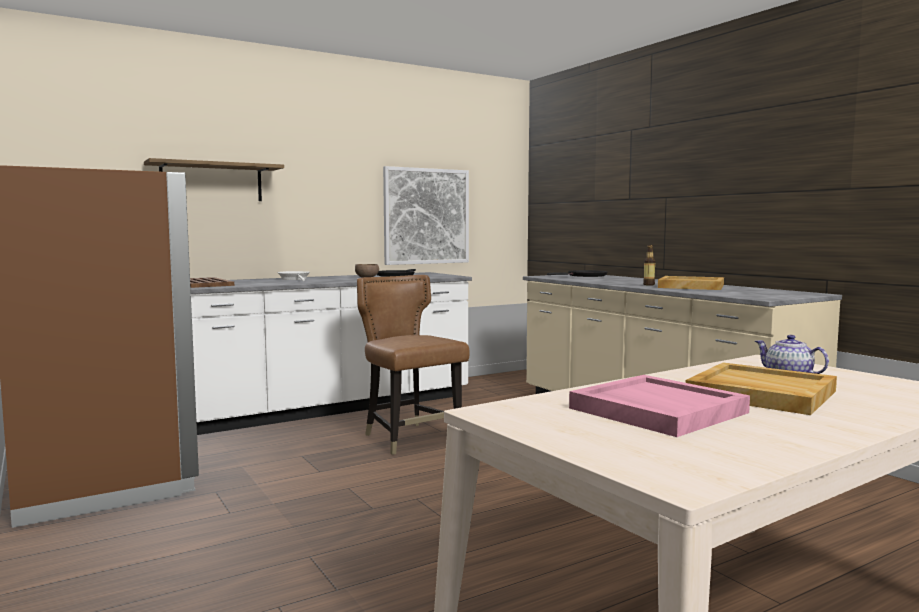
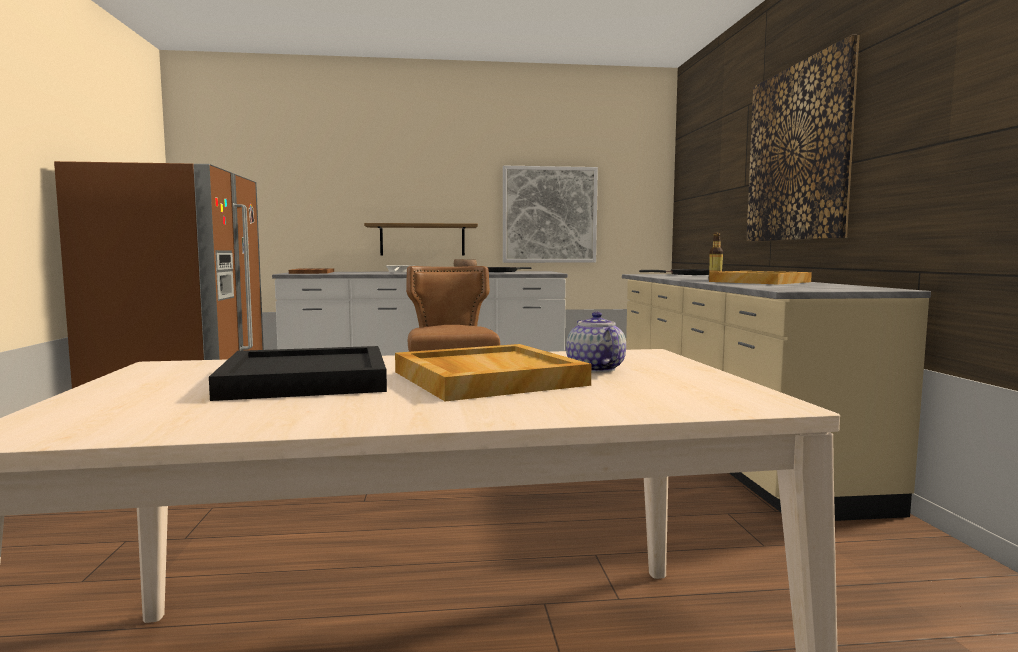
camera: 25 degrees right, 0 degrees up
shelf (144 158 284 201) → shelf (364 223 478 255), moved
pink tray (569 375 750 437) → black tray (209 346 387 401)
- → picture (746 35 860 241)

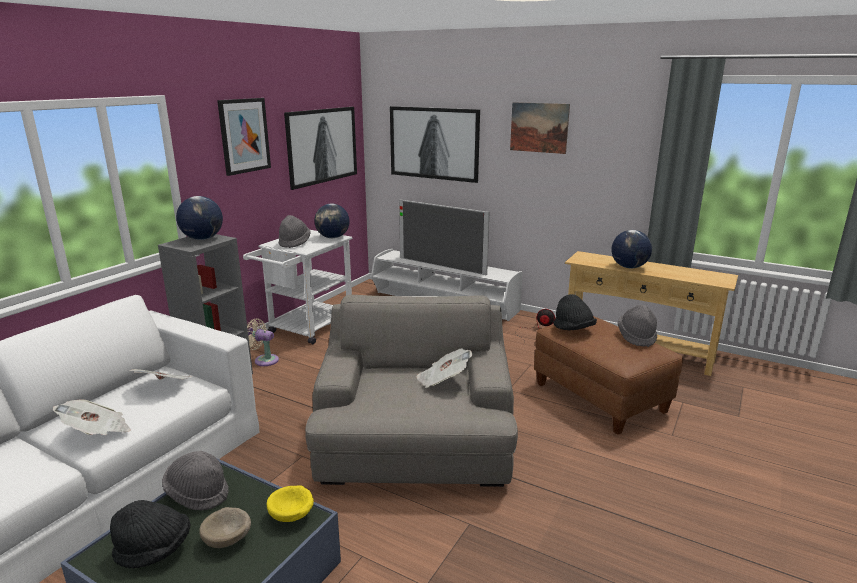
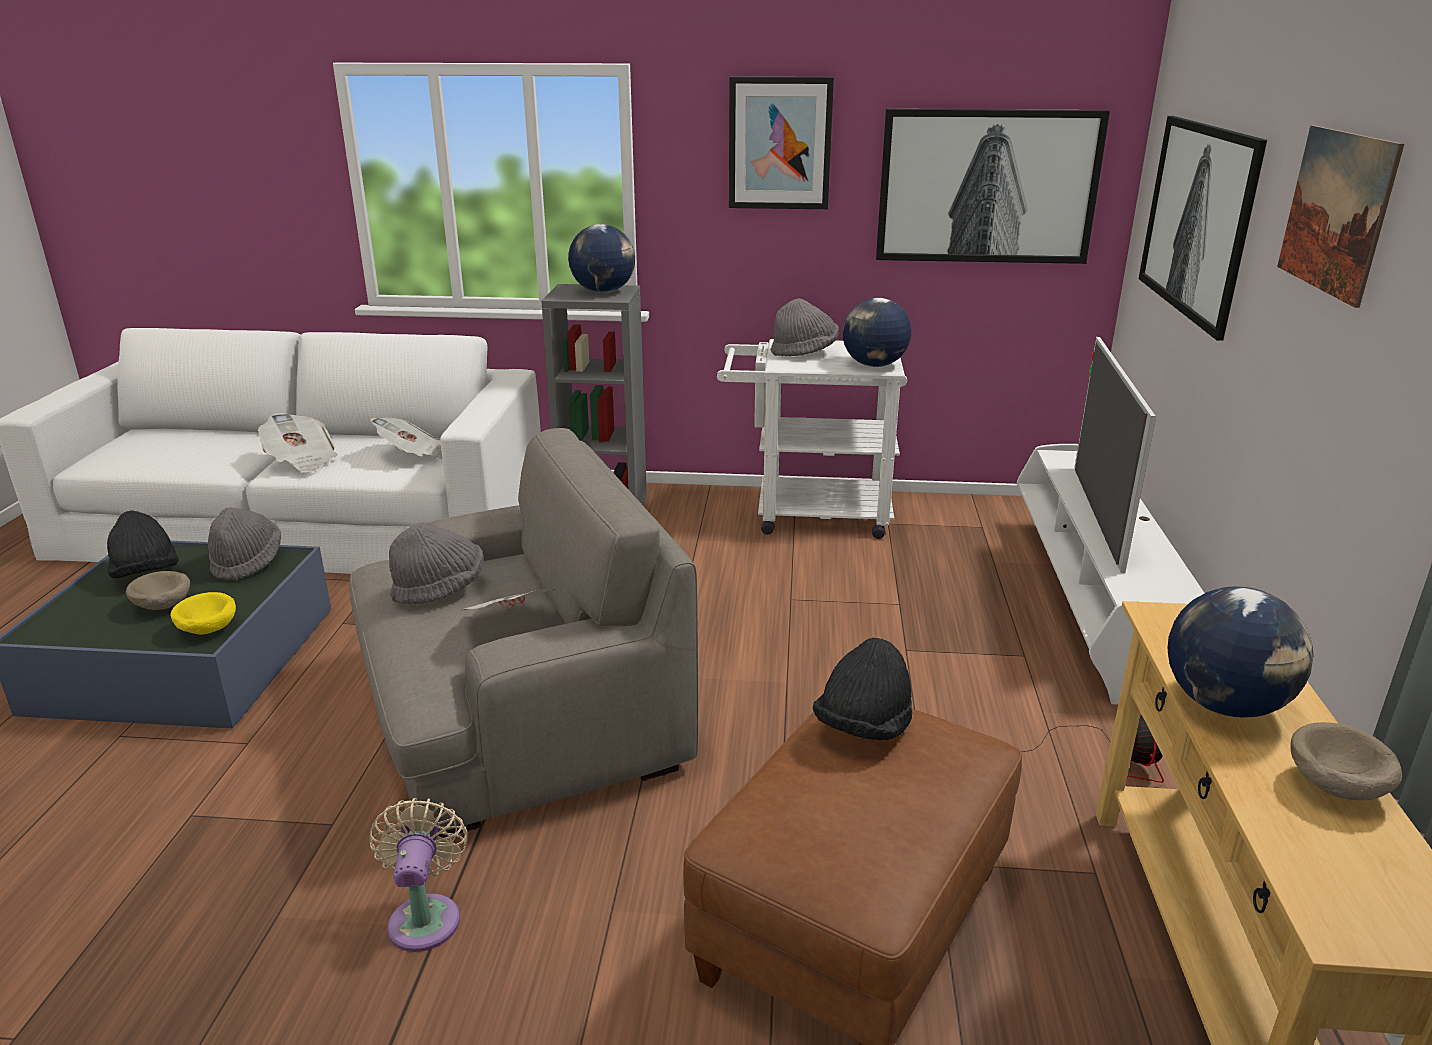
camera: 65 degrees right, 5 degrees up
grey hat (618 305 657 347) → grey hat (389 522 484 604), moved
beige fan (247 318 279 366) → beige fan (369 798 467 952), moved
- → beige bowl (1290 722 1402 800)

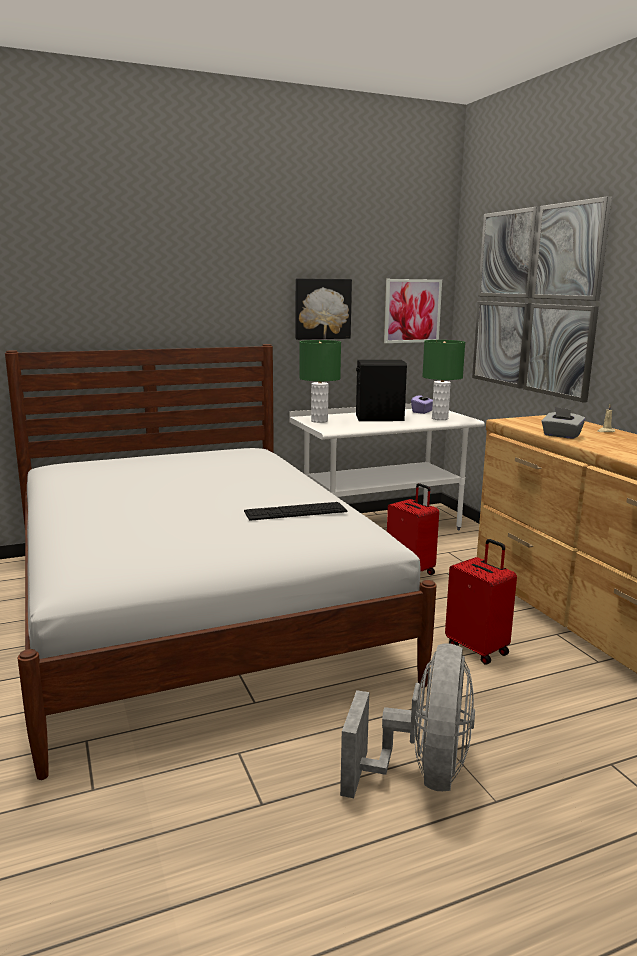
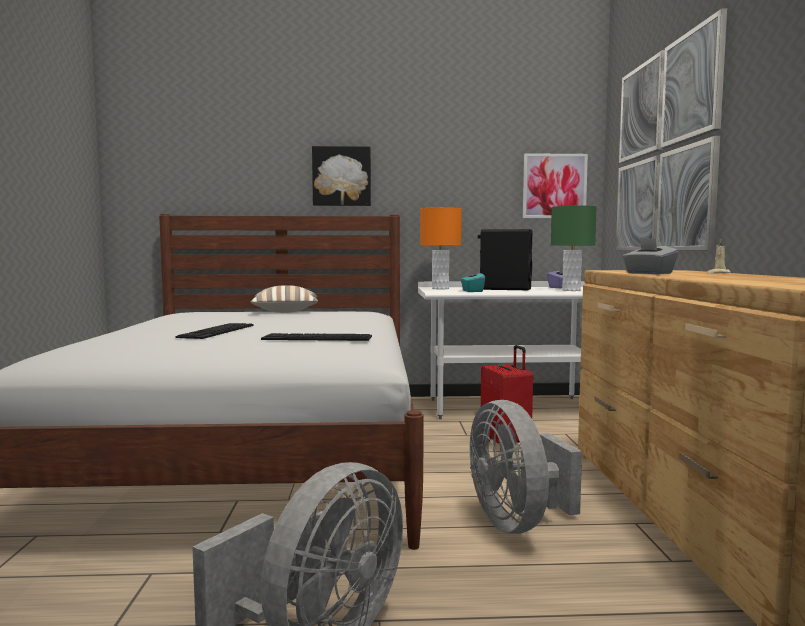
camera: 20 degrees right, 10 degrees down
picture (296 278 352 340) → picture (312 146 371 206), moved
green table lamp (299 340 341 423) → orange table lamp (420 207 462 289)
red suitcase (445 539 517 664) → grey fan (470 400 582 534)
- → turquoise tissue box (461 268 485 292)
- → pillow (251 285 318 313)
- → keyboard (175 323 253 339)

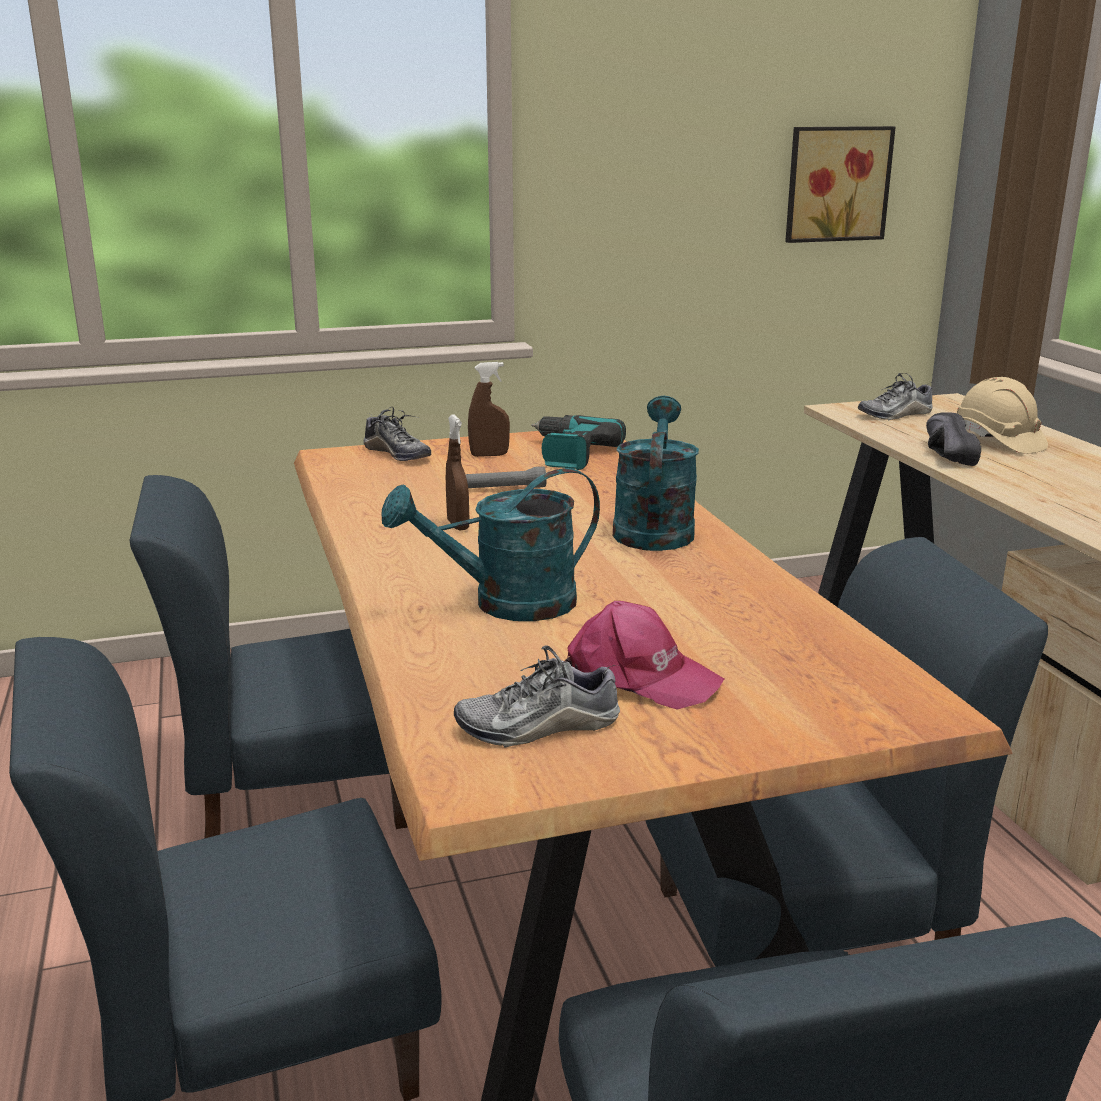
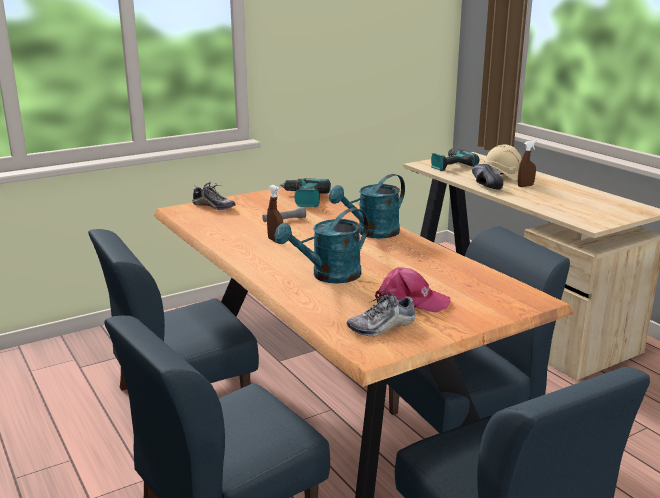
camera: 15 degrees left, 0 degrees up
picture (785 126 896 243) → -
brown spray bottle (468 362 510 457) → brown spray bottle (518 140 537 187), moved
shoe (858 373 934 421) → power drill (431 149 479 171)
turquoise watering can (613 396 699 551) → turquoise watering can (329 174 405 239), 120 degrees counterclockwise

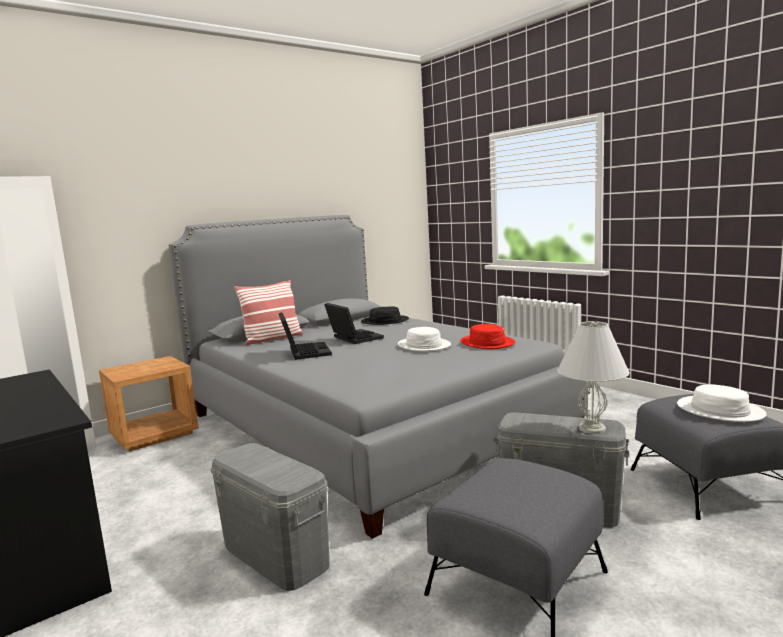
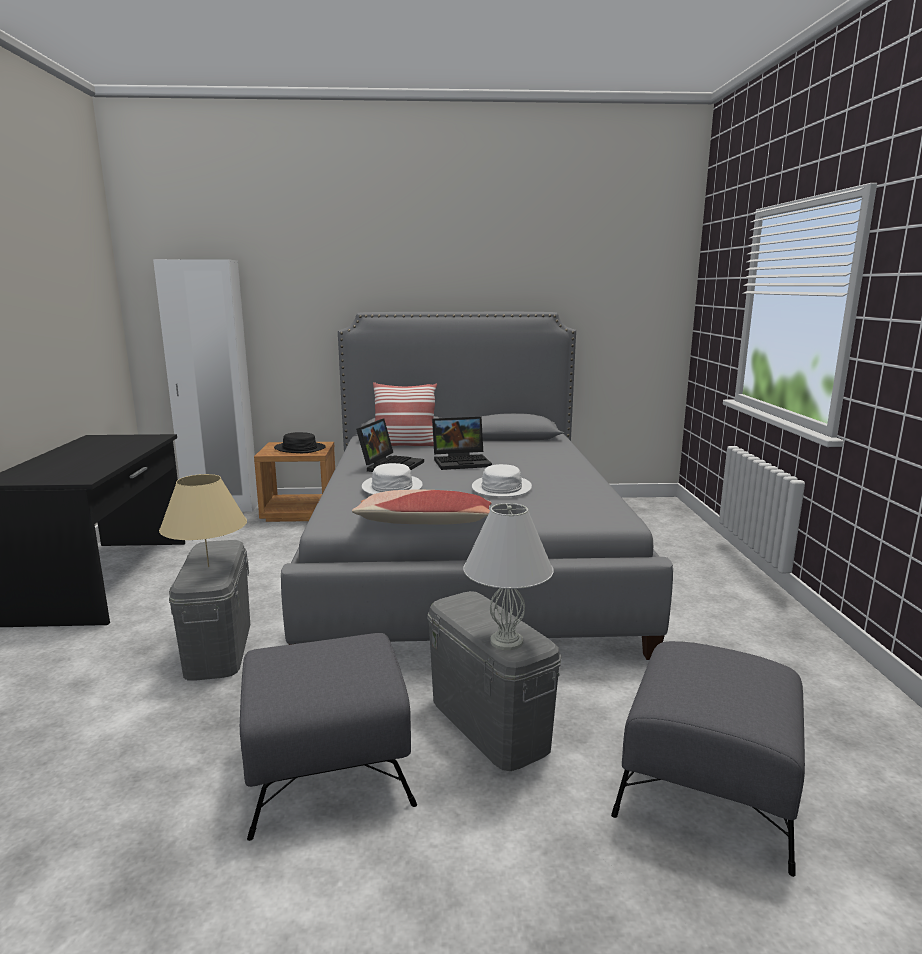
camera: 35 degrees right, 5 degrees up
laptop (324 303 384 344) → laptop (432 417 492 470), 75 degrees clockwise
black hat (361 306 409 325) → black hat (274 432 326 453), moved
red hat (460 324 515 349) → -
white hat (677 384 767 422) → white hat (362 463 423 495), moved
- → beige table lamp (159 474 247 567)
- → pillow (352 490 492 525)

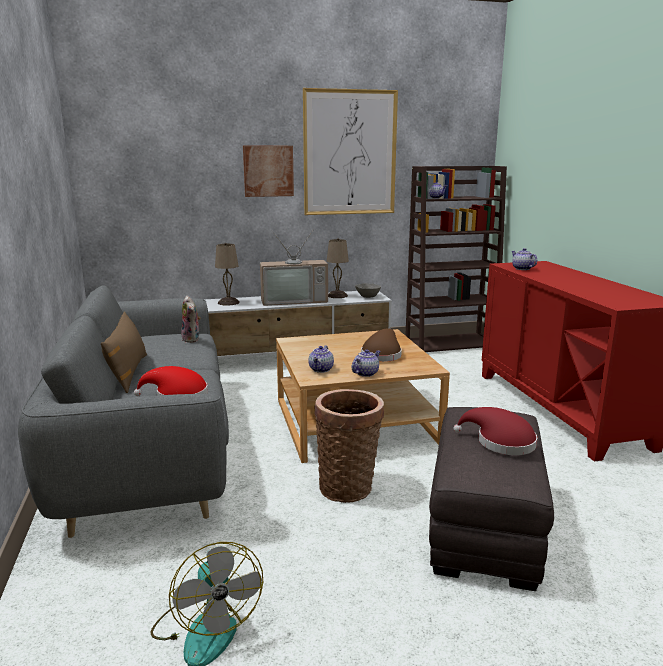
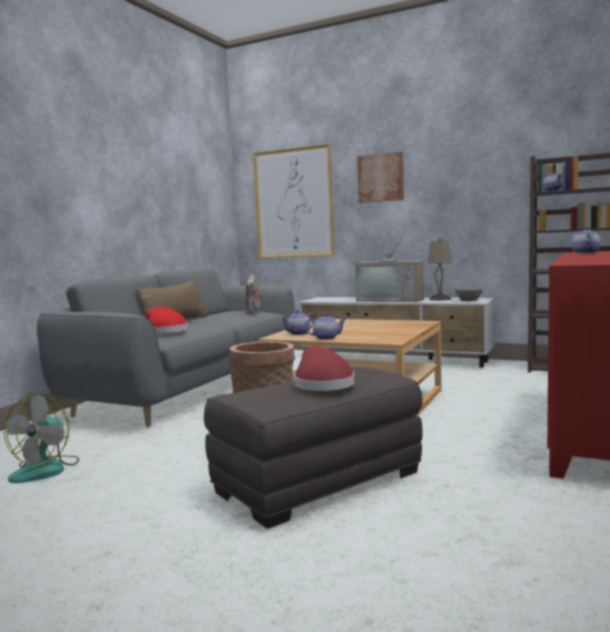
camera: 40 degrees right, 10 degrees down
picture (303 88 398 215) → picture (253 144 335 258), moved
beige table lamp (215 243 240 306) → -
brown hat (361 328 402 362) → -

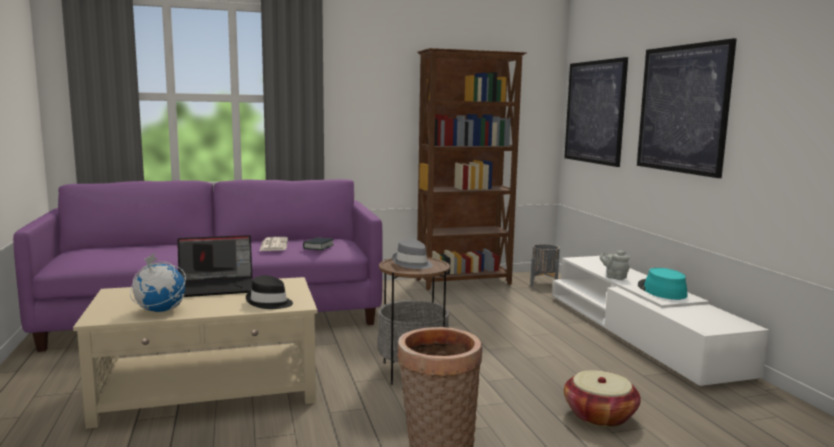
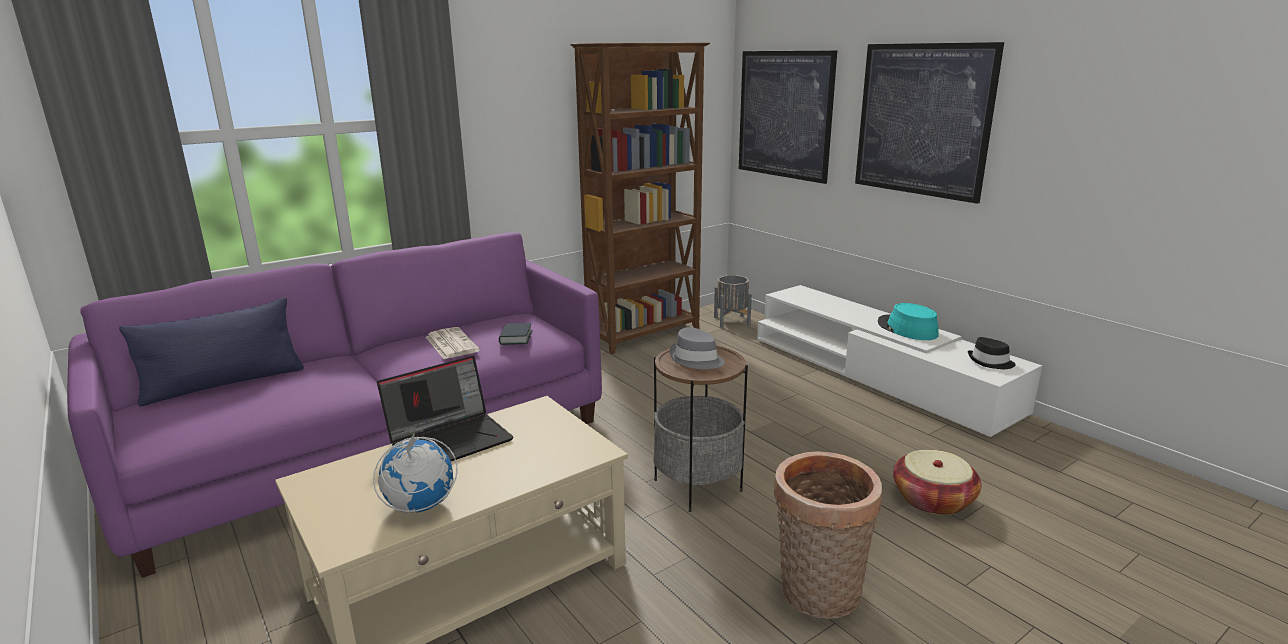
camera: 20 degrees left, 10 degrees up
grey teapot (600 250 630 280) → -
black hat (246 275 293 309) → black hat (968 337 1016 369), moved
- → blue pillow (119 297 304 407)

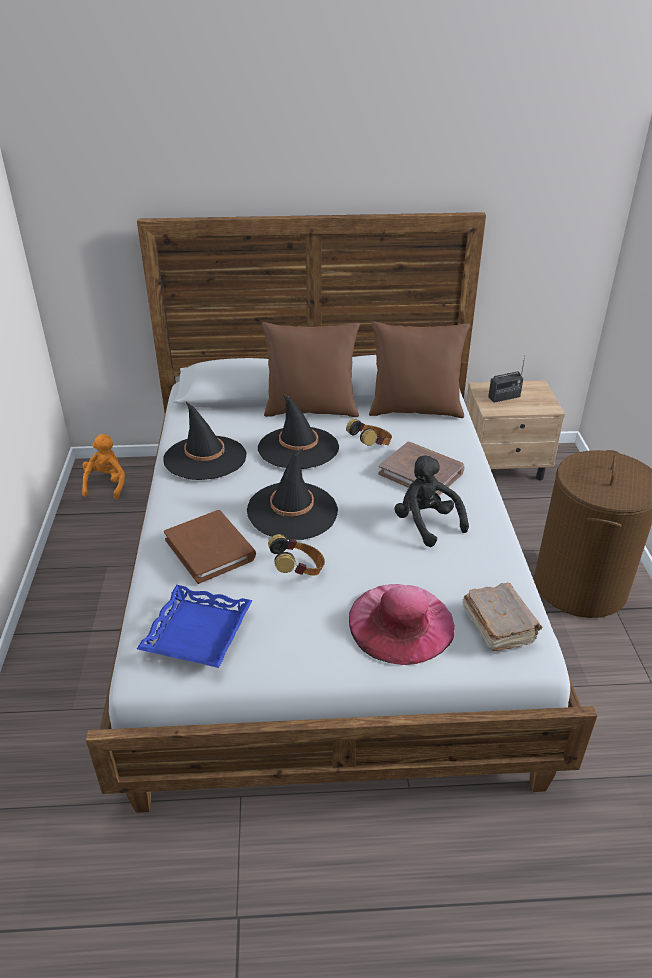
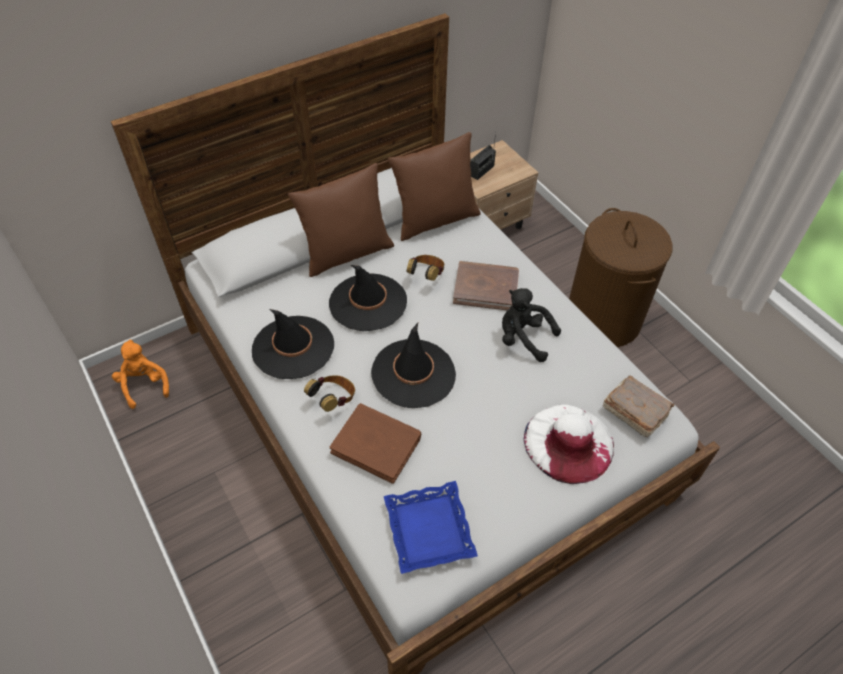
camera: 30 degrees left, 15 degrees up
headphones (268 534 325 576) → headphones (304 375 355 412), moved
pink hat (349 584 455 665) → white hat (524 405 614 484)

